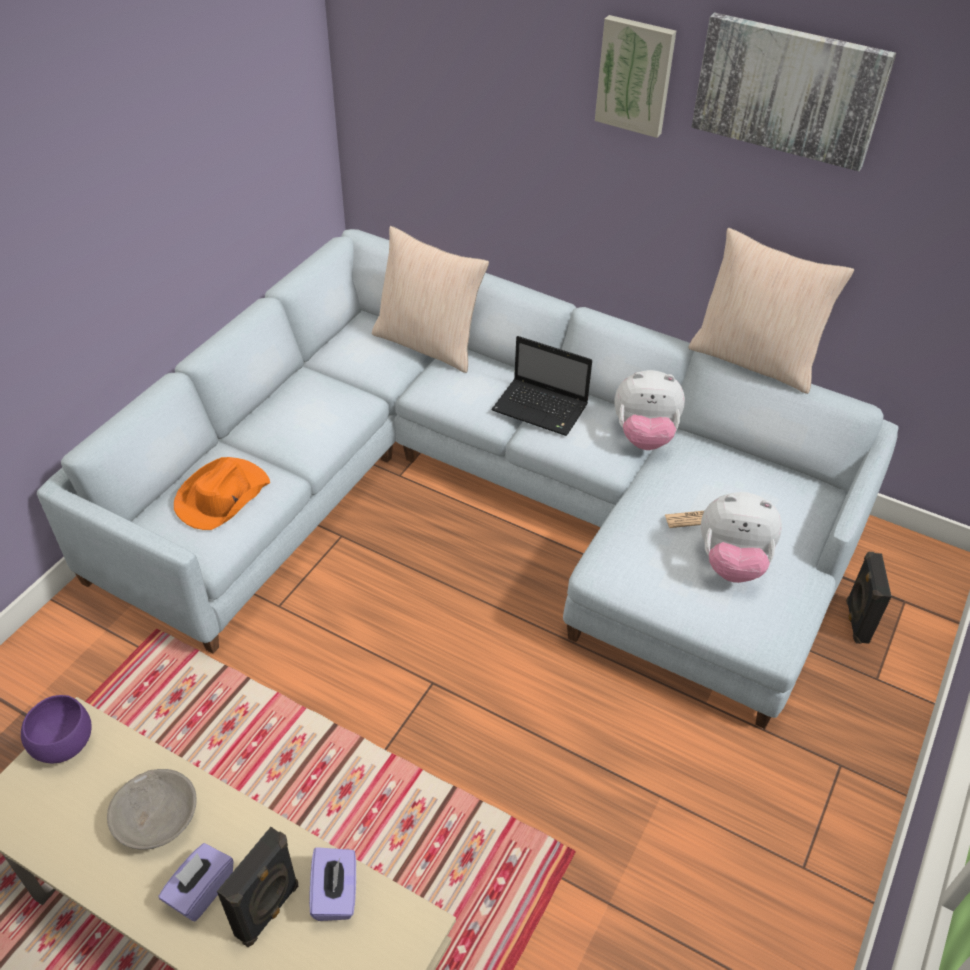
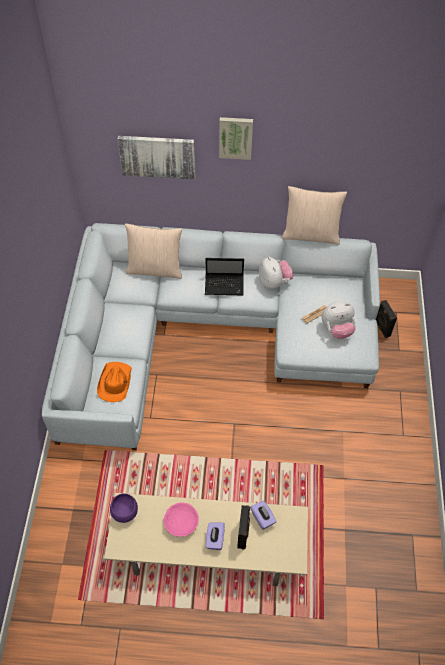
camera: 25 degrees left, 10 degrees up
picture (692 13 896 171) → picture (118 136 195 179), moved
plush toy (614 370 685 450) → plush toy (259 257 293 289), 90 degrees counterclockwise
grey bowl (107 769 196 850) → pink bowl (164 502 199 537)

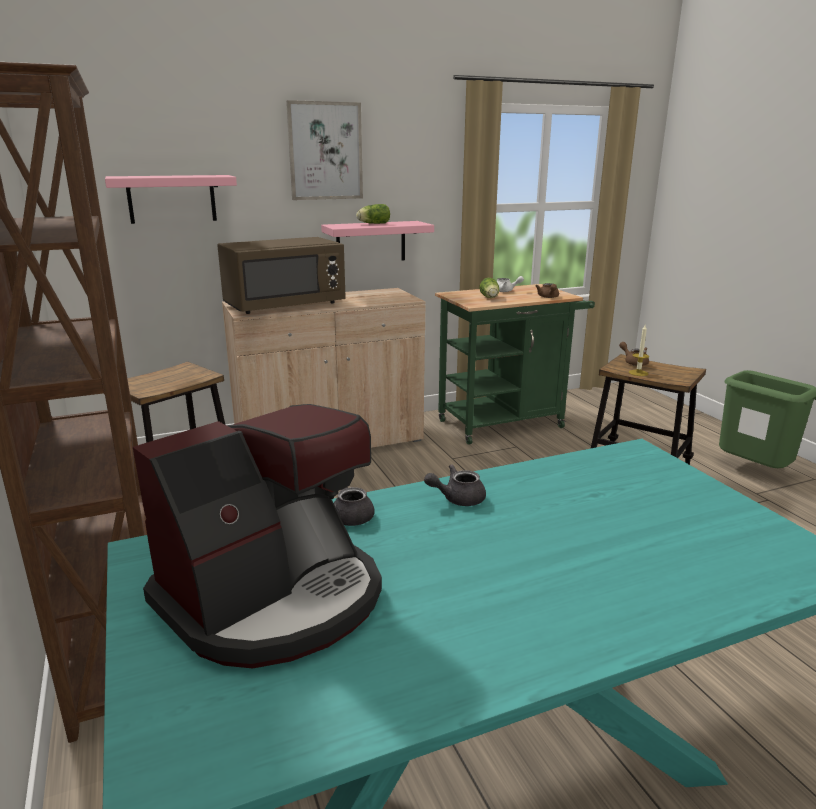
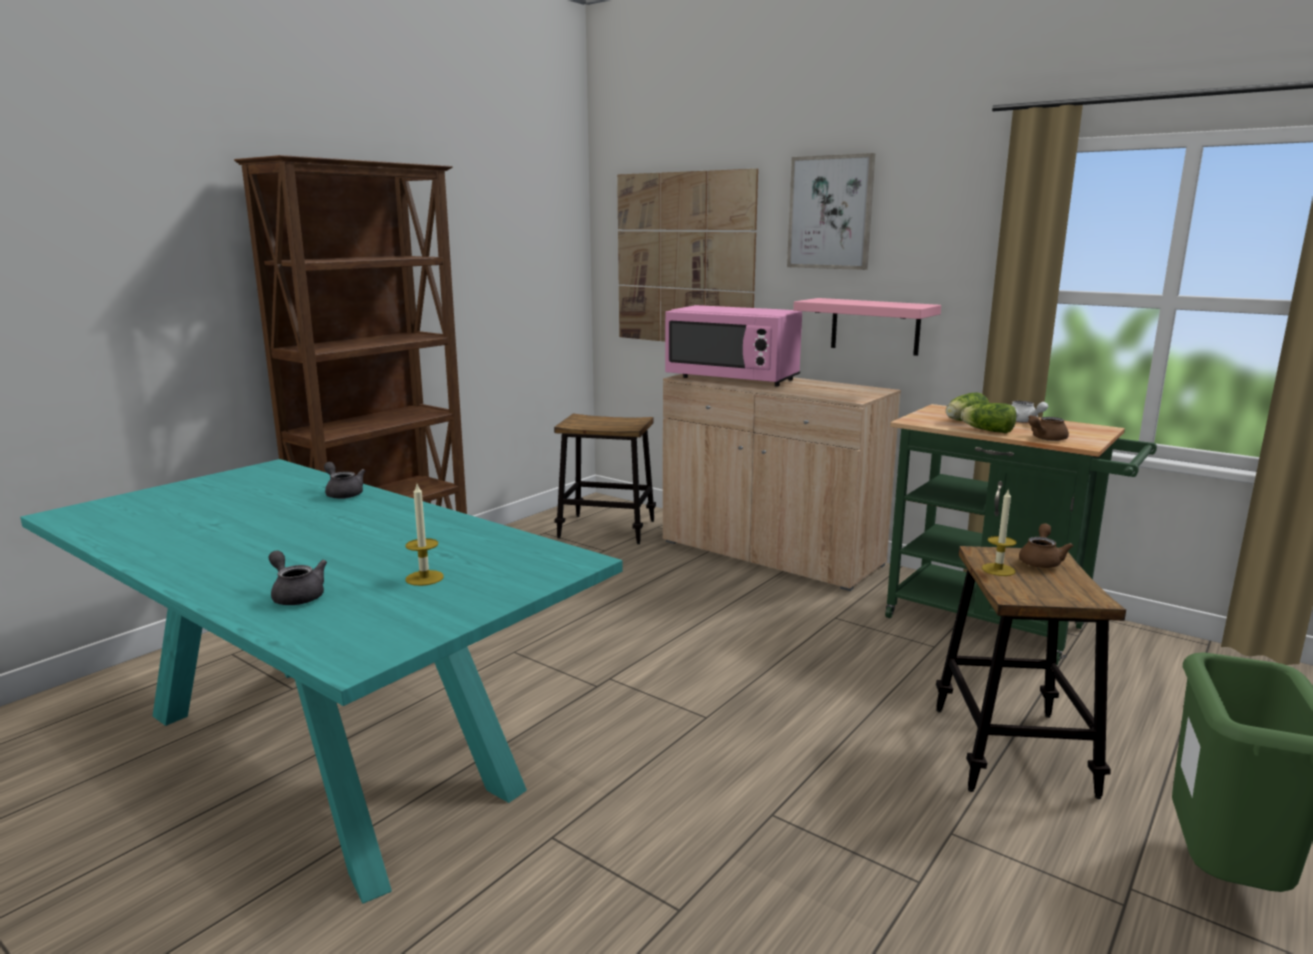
camera: 60 degrees right, 5 degrees down
pink shelf (105 175 237 224) → picture (617 169 758 342)
lettuce (356 204 390 224) → lettuce (961 403 1016 433), moved
brown microwave (217 237 346 314) → pink microwave (665 305 802 386)
coffee machine (133 404 382 669) → -
grey teapot (424 464 486 506) → grey teapot (269 550 327 605), moved
- → candle (405 484 444 586)

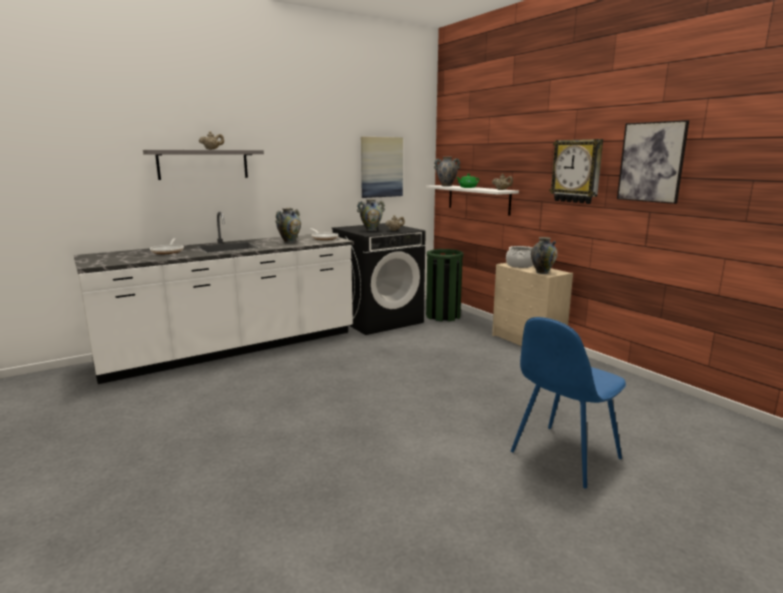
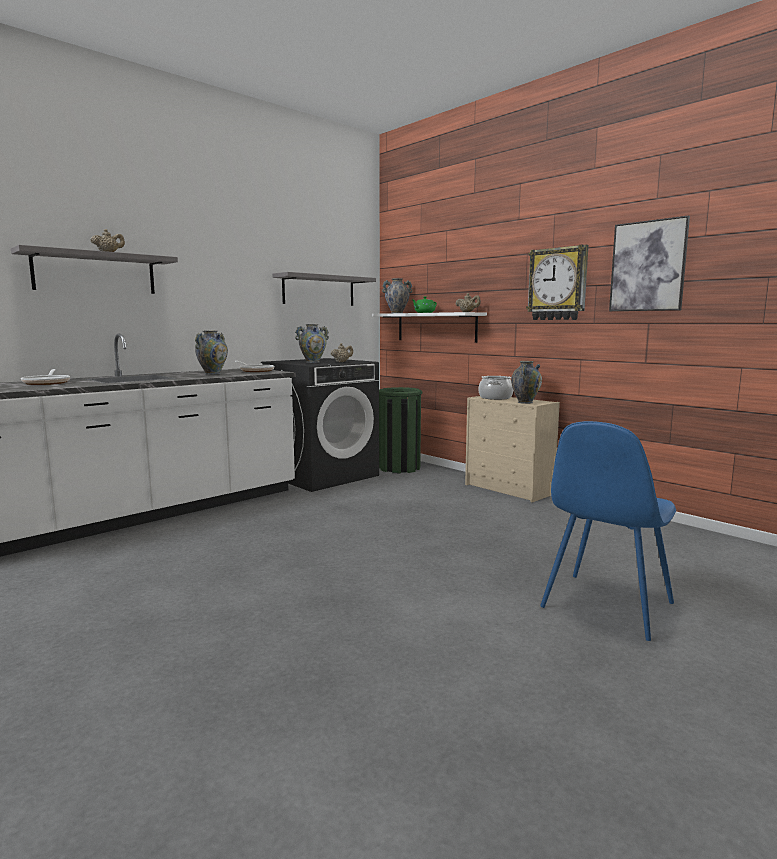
camera: 10 degrees left, 5 degrees down
picture (361 137 403 198) → grey shelf (272 272 376 306)

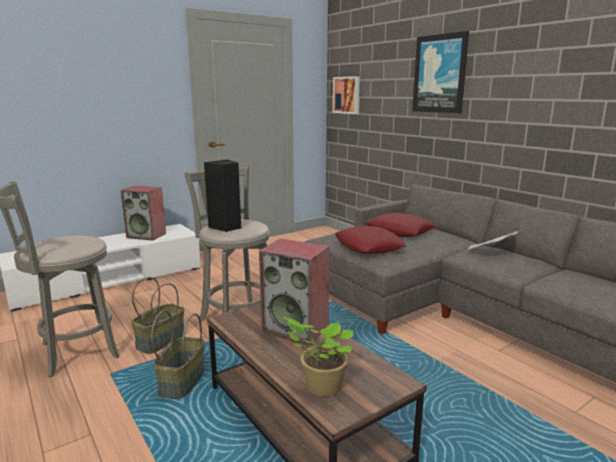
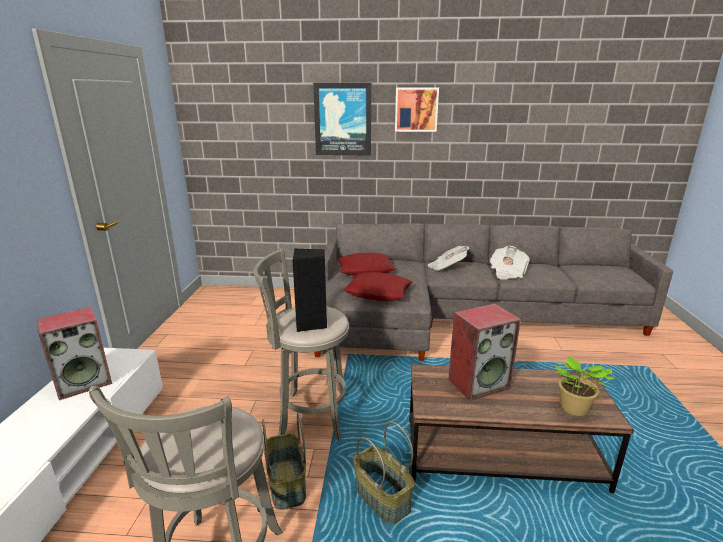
camera: 50 degrees left, 5 degrees up
picture (333 76 360 114) → picture (395 87 439 132), moved
- → newspaper (490 246 530 280)

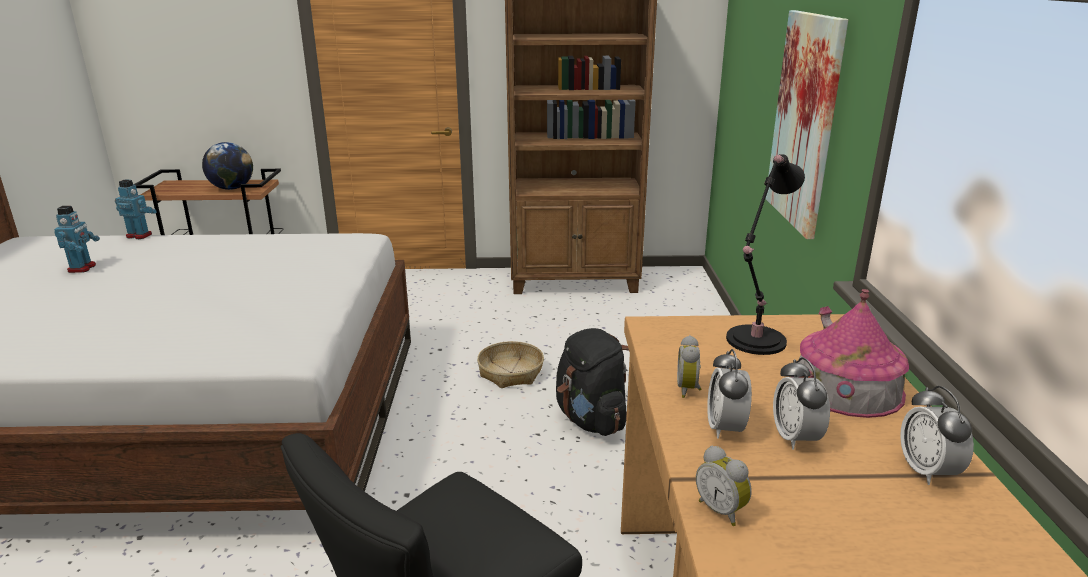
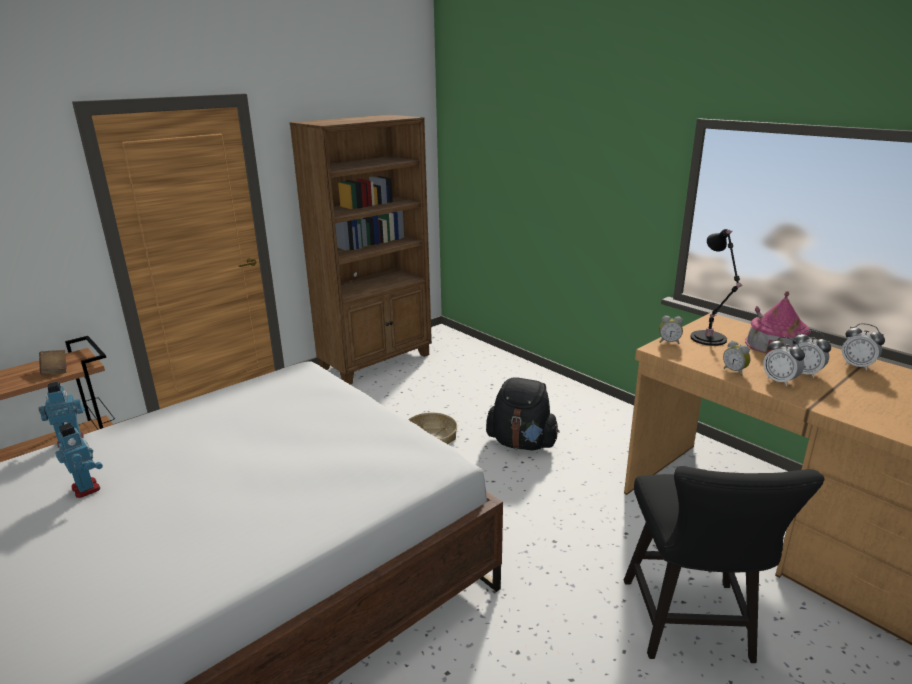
camera: 40 degrees left, 0 degrees up
picture (766 10 848 239) → -
globe (202 142 253 190) → brown book (39 350 67 375)
alarm clock (696 446 752 526) → alarm clock (659 316 683 344), moved

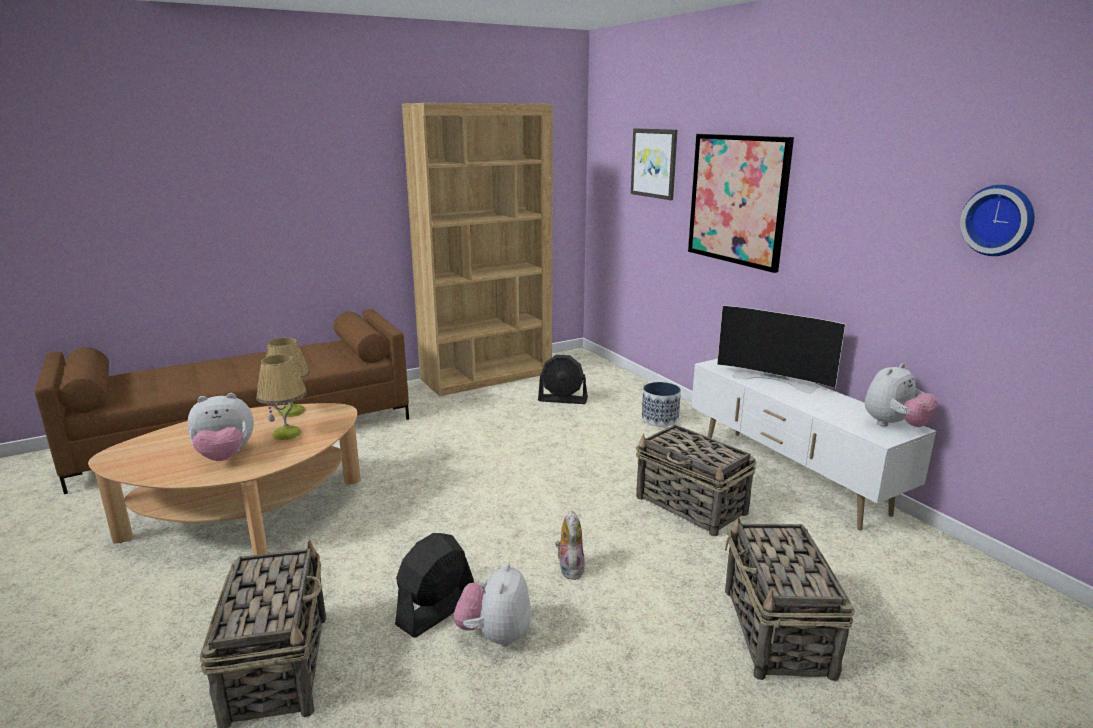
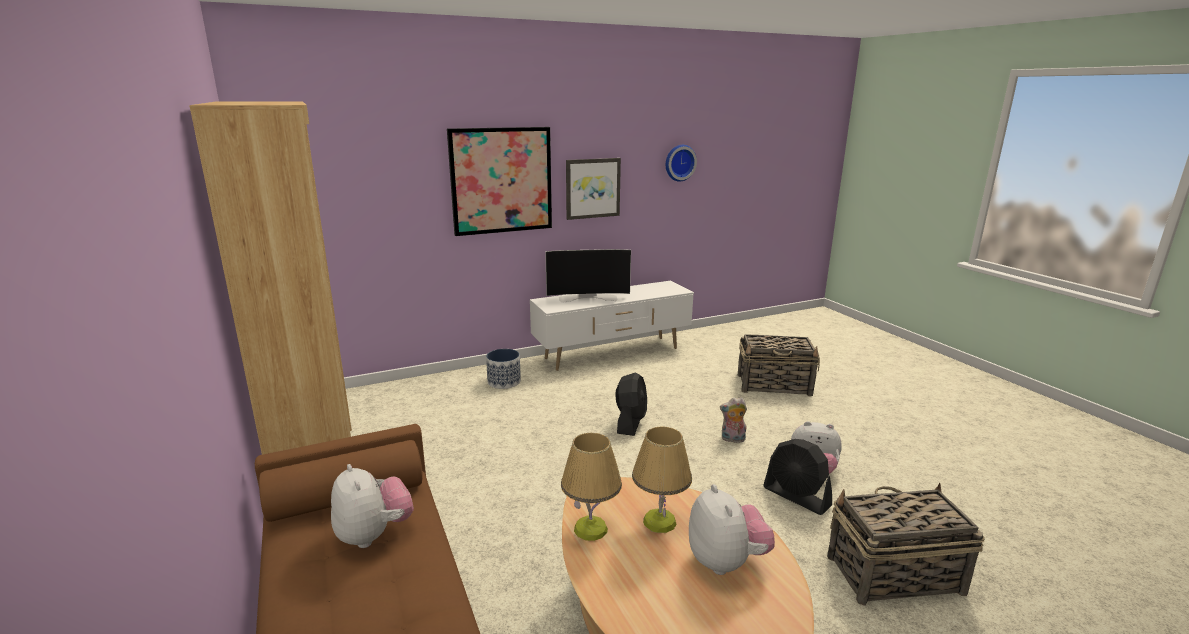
camera: 85 degrees left, 0 degrees up
picture (631 128 677 200) → picture (566 158 621 220), moved
television (717 305 846 393) → television (545 249 631 303), 45 degrees clockwise
black fan (538 355 588 404) → black fan (615 373 647 436), moved
plush toy (865 363 938 427) → plush toy (331 464 414 548), moved
basket (636 425 756 536) → -

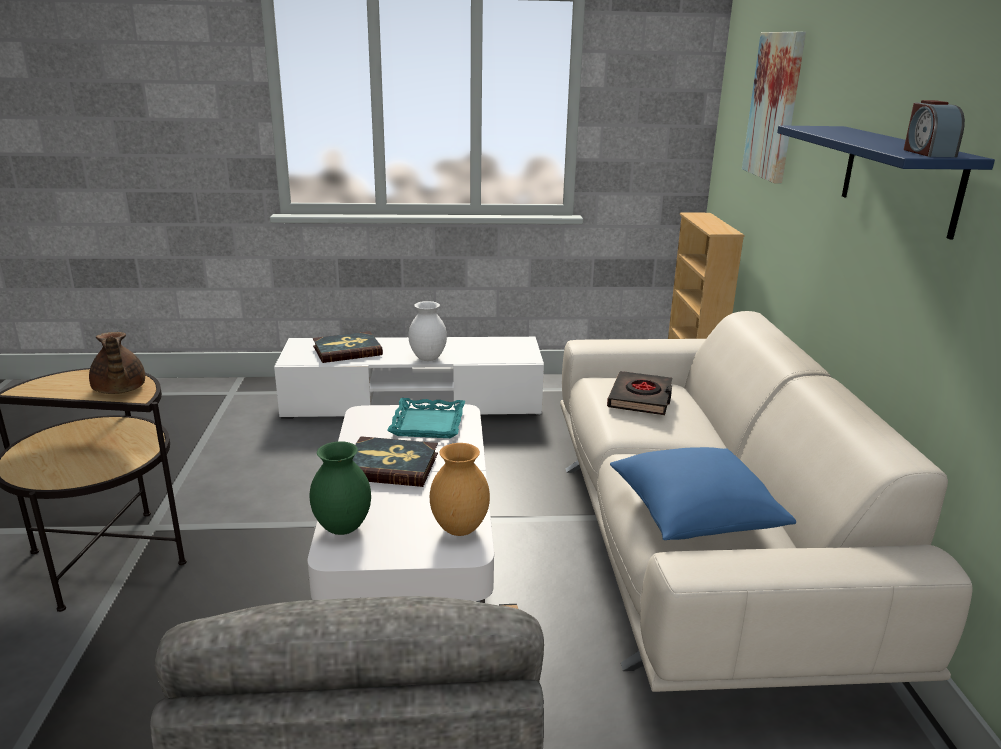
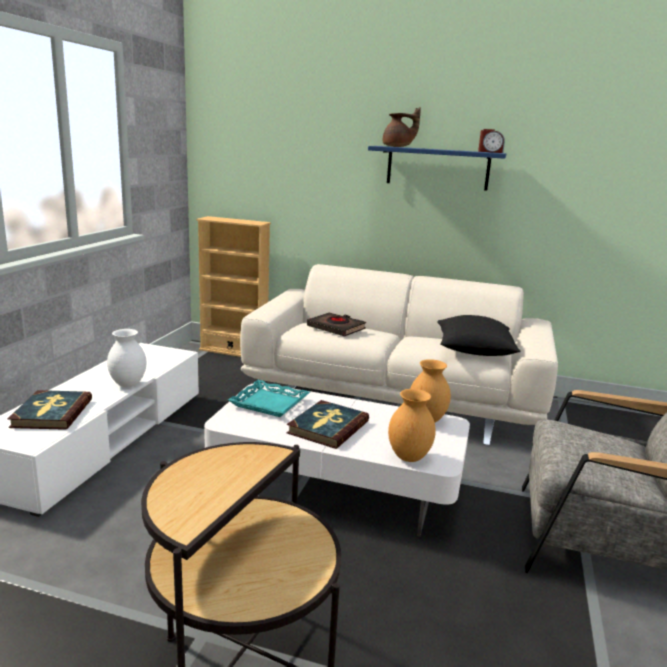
camera: 70 degrees left, 5 degrees down
picture (742 32 806 184) → -
brown teapot (89 332 145 394) → brown teapot (383 107 421 147), moved
green vase (310 441 371 535) → brown vase (388 389 436 462)
blue pillow (610 447 796 540) → black pillow (437 315 520 356)

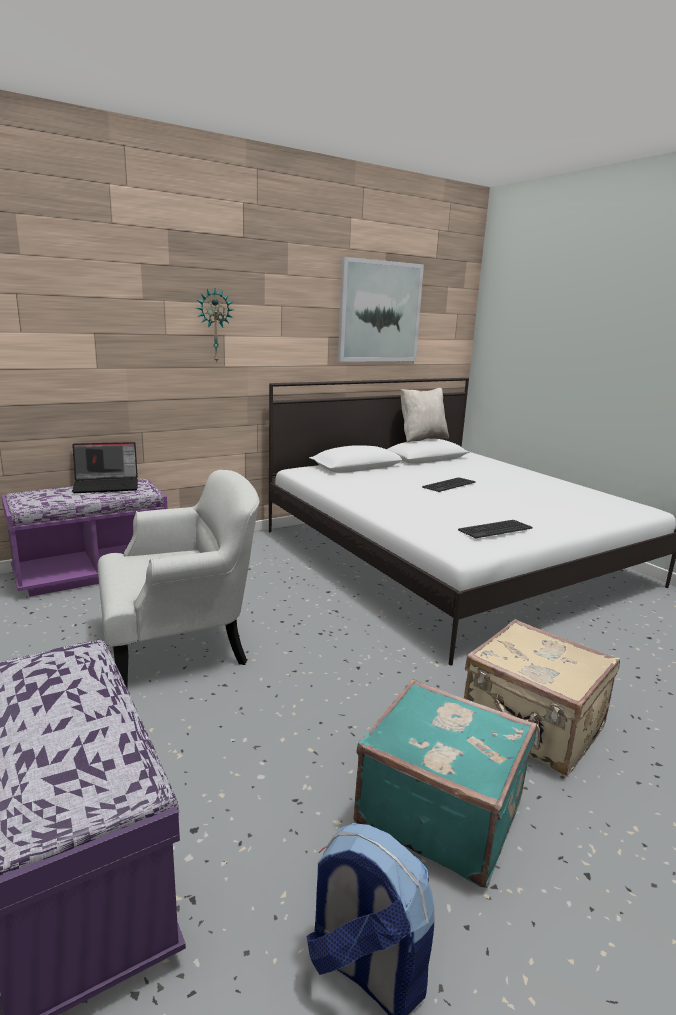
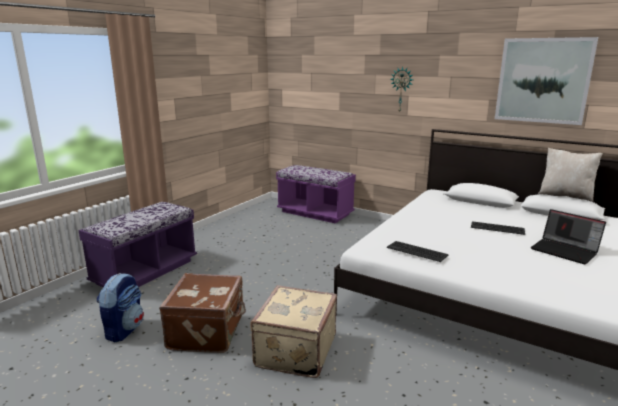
camera: 65 degrees right, 0 degrees up
laptop (72 442 138 493) → laptop (531 209 606 264), moved
white armchair (98 470 260 687) → -
turquoise suitcase (353 679 537 888) → brown suitcase (159 273 246 353)

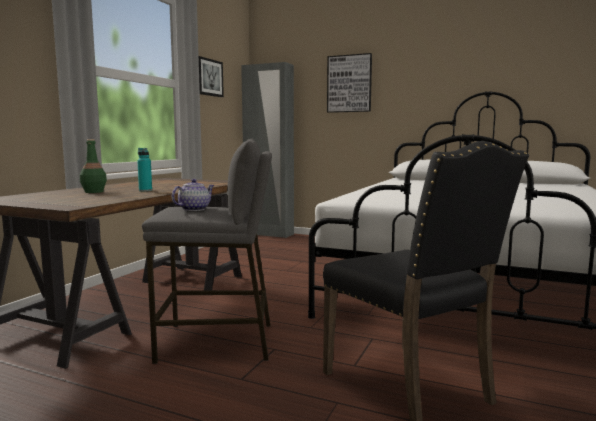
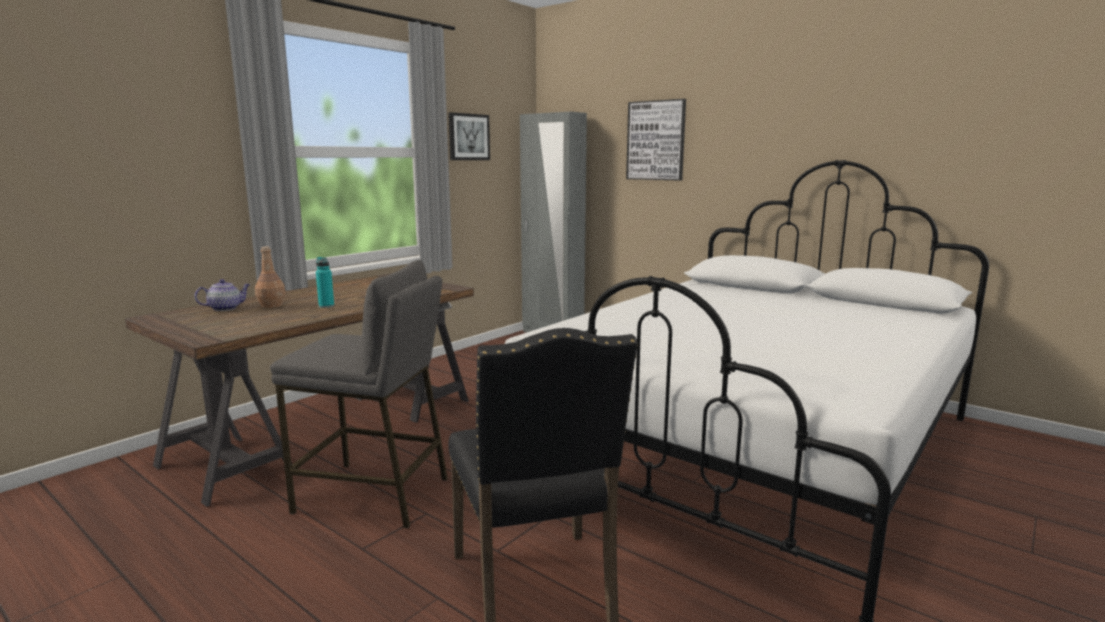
camera: 15 degrees right, 5 degrees up
green bottle (80 139 107 193) → brown bottle (255 247 285 308)
teapot (172 179 214 211) → teapot (195 279 250 311), moved

